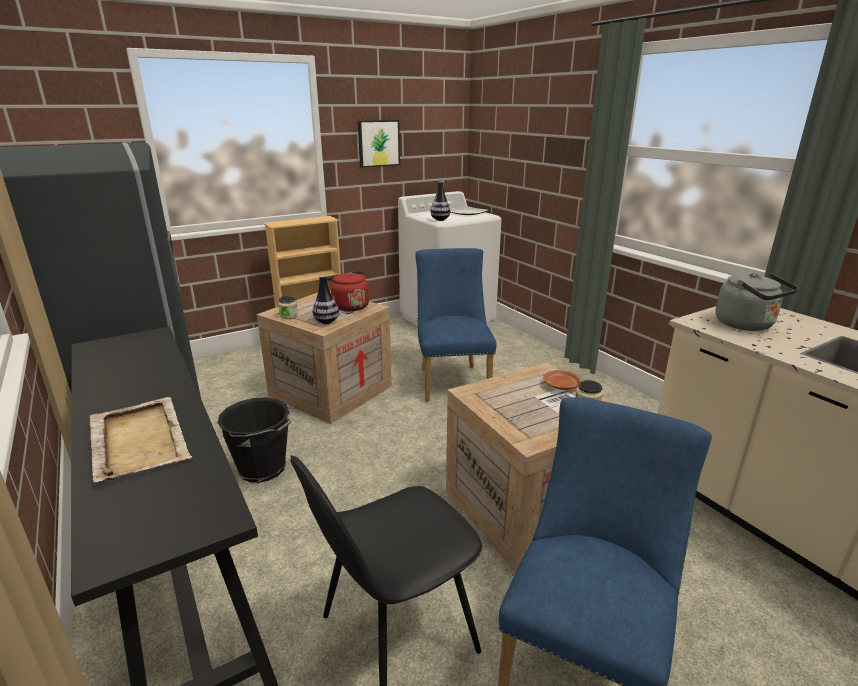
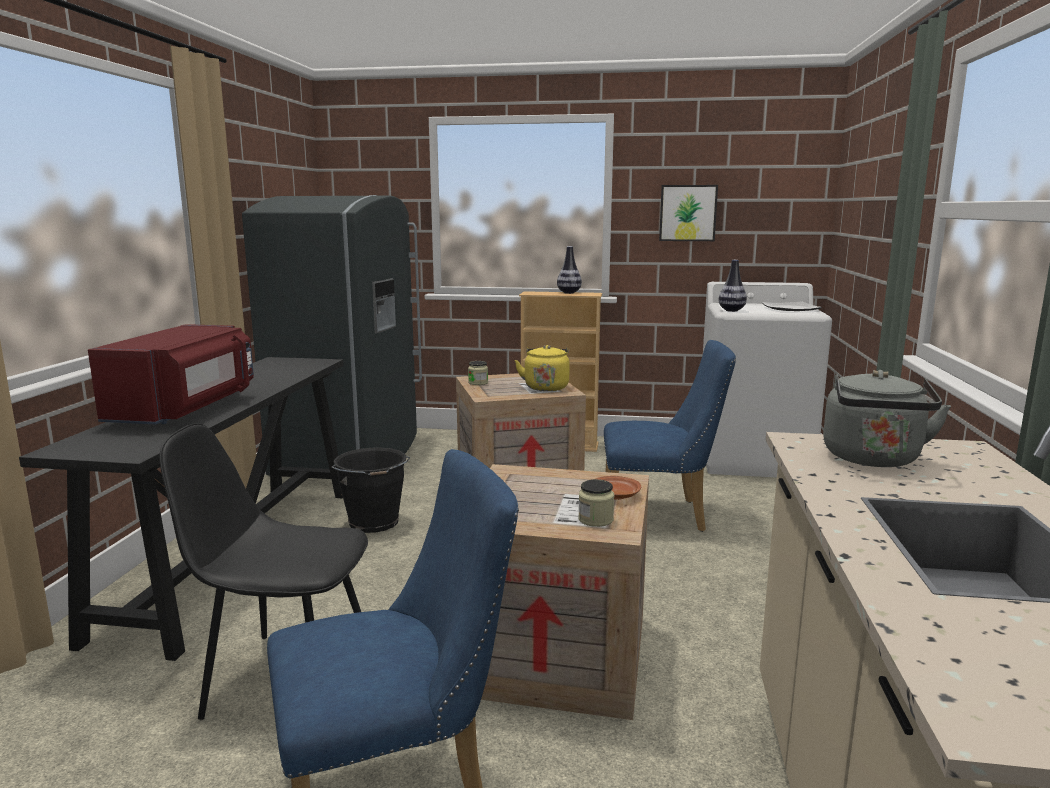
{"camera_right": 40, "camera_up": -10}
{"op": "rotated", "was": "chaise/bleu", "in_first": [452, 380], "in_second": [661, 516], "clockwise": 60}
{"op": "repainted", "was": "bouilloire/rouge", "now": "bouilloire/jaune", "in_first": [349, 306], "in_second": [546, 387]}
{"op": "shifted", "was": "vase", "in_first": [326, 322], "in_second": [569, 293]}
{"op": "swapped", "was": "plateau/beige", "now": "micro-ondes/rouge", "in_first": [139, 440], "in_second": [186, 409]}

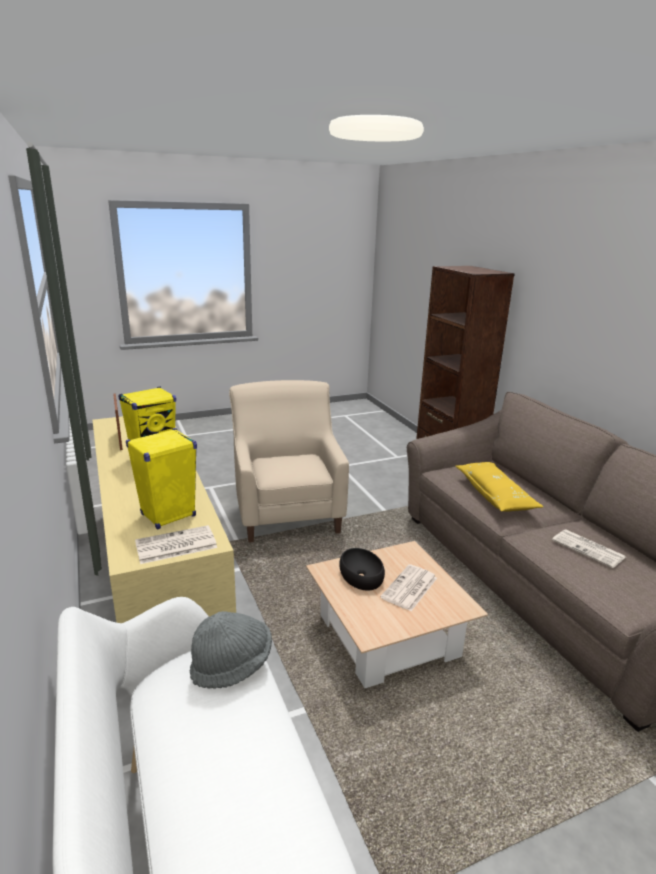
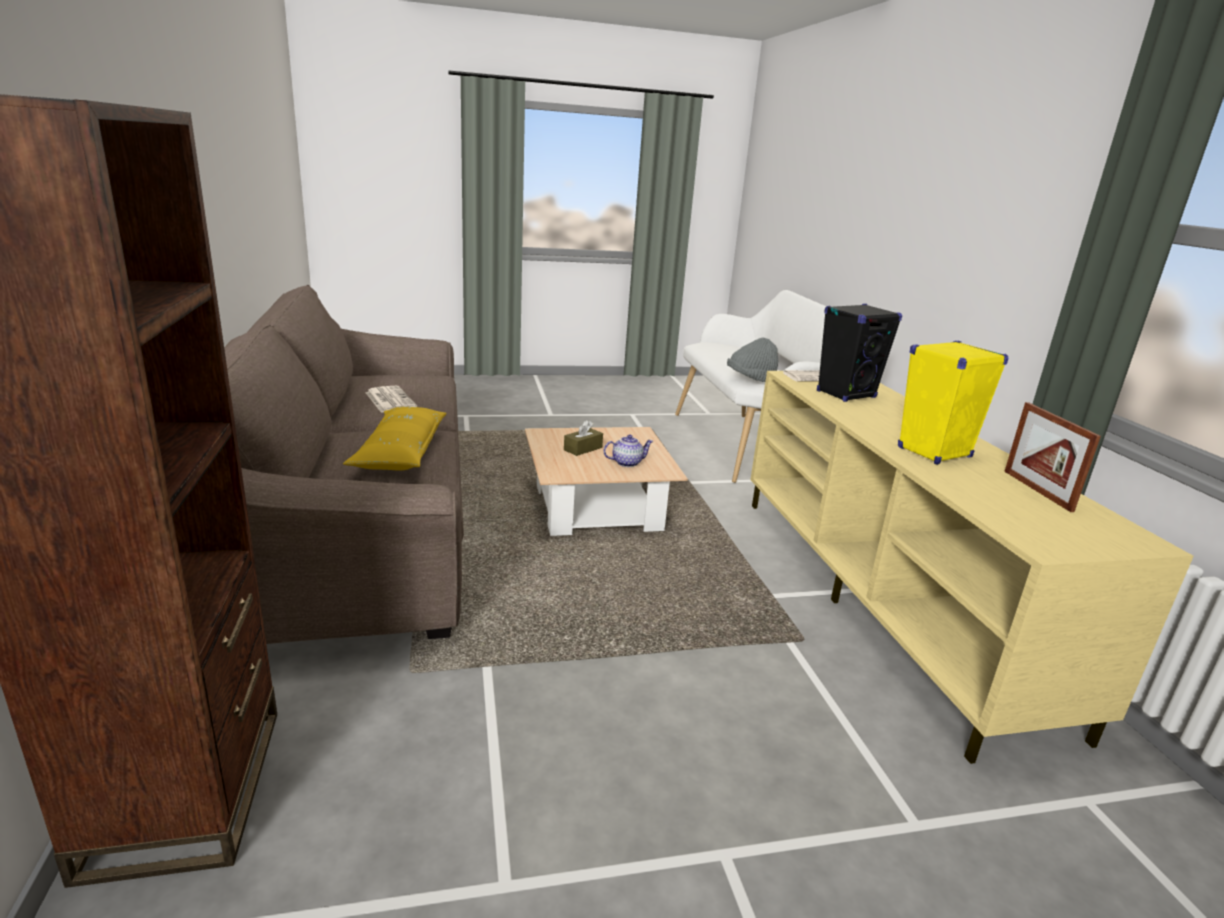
{"camera_right": -170, "camera_up": 0}
{"op": "gone", "was": "fauteuil/beige", "in_first": [286, 510]}
{"op": "repainted", "was": "enceinte/jaune", "now": "enceinte/noir", "in_first": [168, 515], "in_second": [846, 394]}
{"op": "swapped", "was": "bol/noir", "now": "théière", "in_first": [362, 575], "in_second": [627, 463]}
{"op": "swapped", "was": "journal", "now": "boîte à mouchoirs/marron", "in_first": [409, 588], "in_second": [583, 449]}

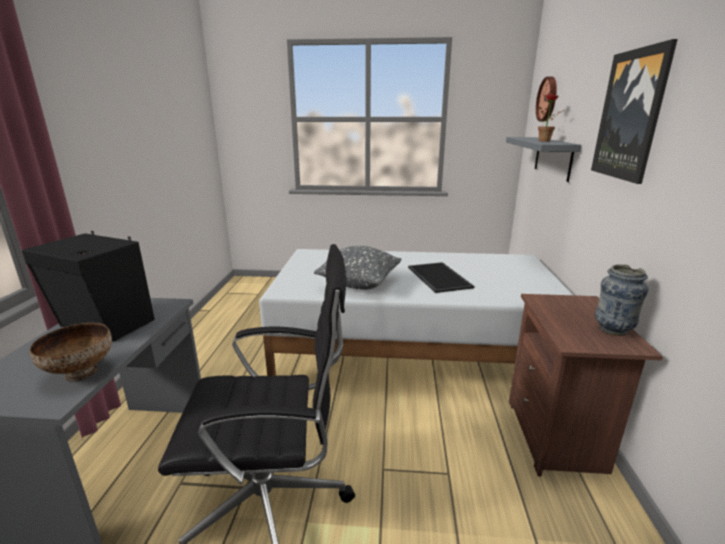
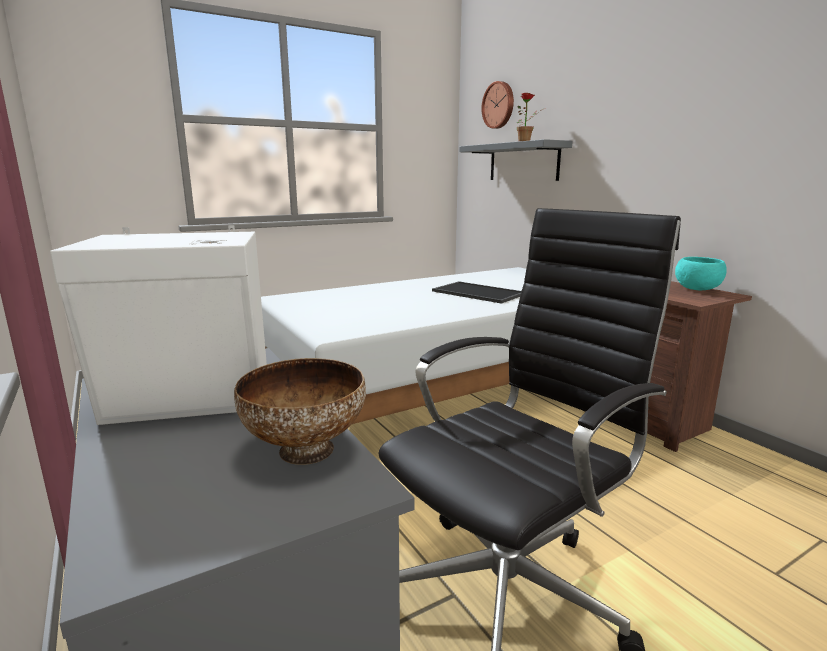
{"camera_right": -35, "camera_up": -5}
{"op": "gone", "was": "tableau", "in_first": [630, 115]}
{"op": "repainted", "was": "enceinte/noir", "now": "enceinte/blanc", "in_first": [105, 325], "in_second": [193, 401]}
{"op": "gone", "was": "coussin/gris", "in_first": [359, 283]}
{"op": "swapped", "was": "vase", "now": "bol/turquoise", "in_first": [612, 330], "in_second": [697, 289]}

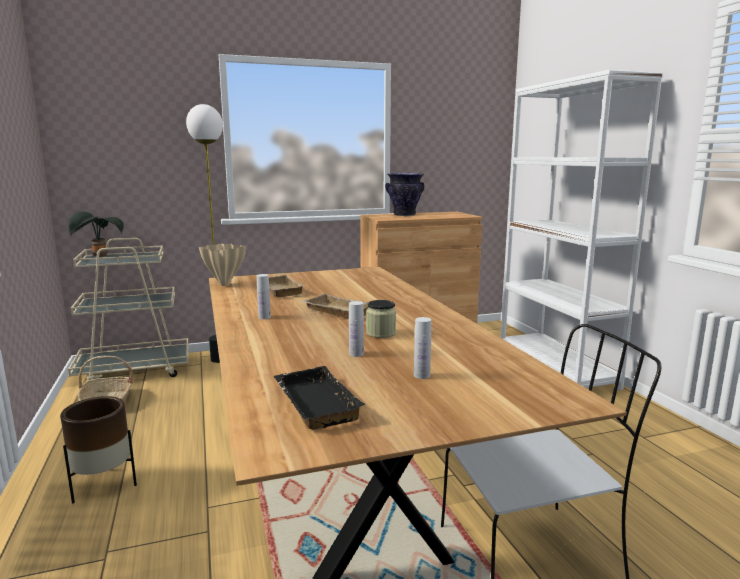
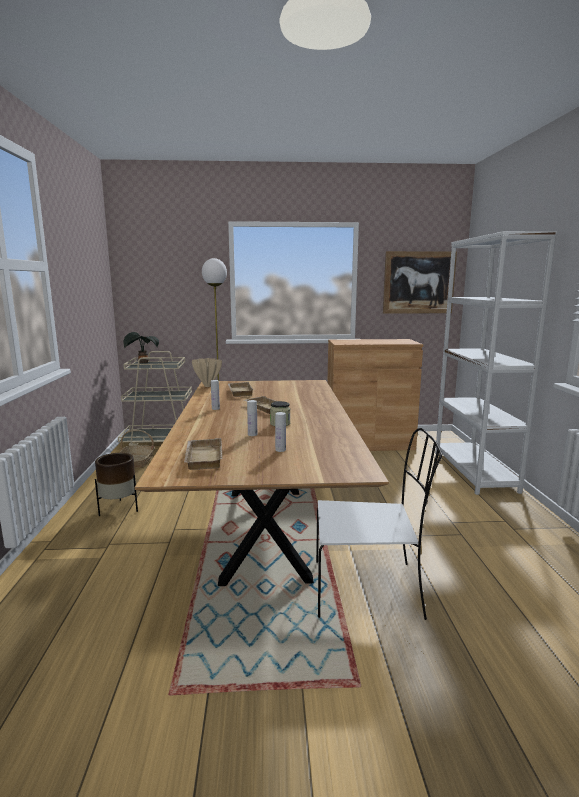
{"camera_right": 15, "camera_up": 0}
{"op": "gone", "was": "vase", "in_first": [404, 215]}
{"op": "repainted", "was": "plateau/noir", "now": "plateau/beige", "in_first": [312, 403], "in_second": [202, 457]}
{"op": "new", "now": "tableau", "in_second": [418, 282]}

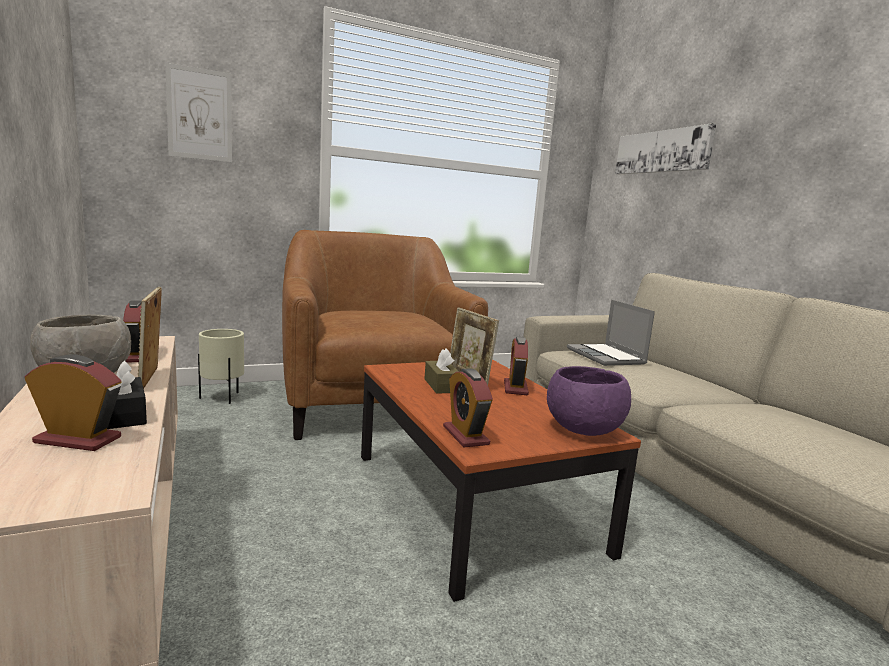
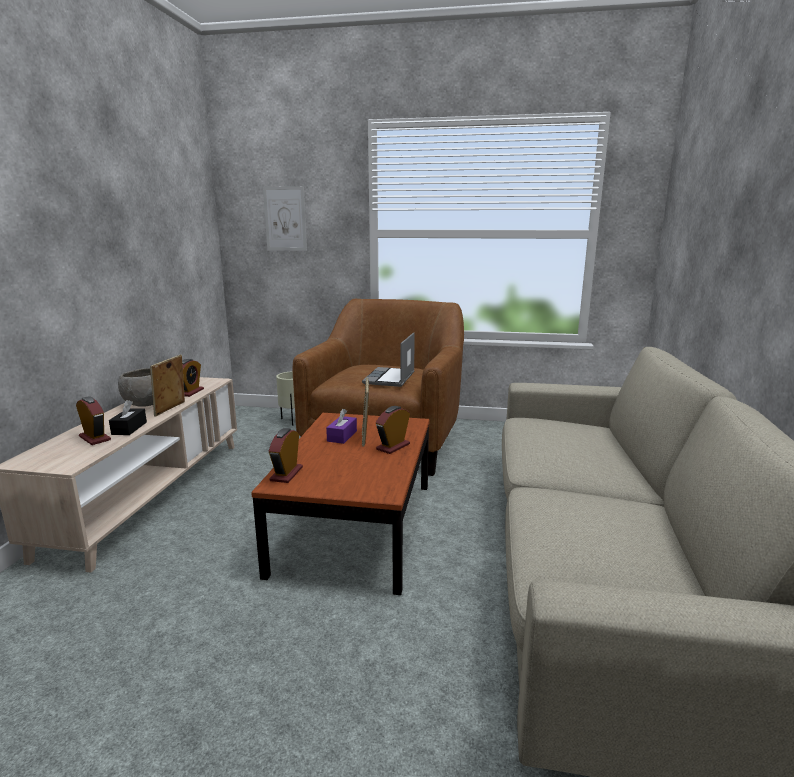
{"camera_right": 35, "camera_up": 5}
{"op": "gone", "was": "tableau", "in_first": [662, 151]}
{"op": "shifted", "was": "ordinateur portable", "in_first": [607, 356], "in_second": [390, 378]}
{"op": "repainted", "was": "boîte à mouchoirs/marron", "now": "boîte à mouchoirs/violet", "in_first": [441, 386], "in_second": [342, 436]}
{"op": "gone", "was": "bol/violet", "in_first": [584, 430]}

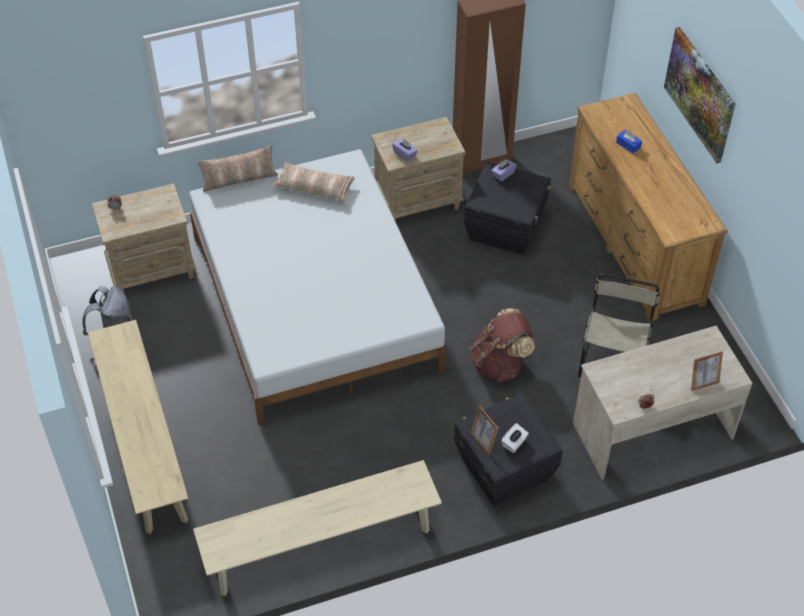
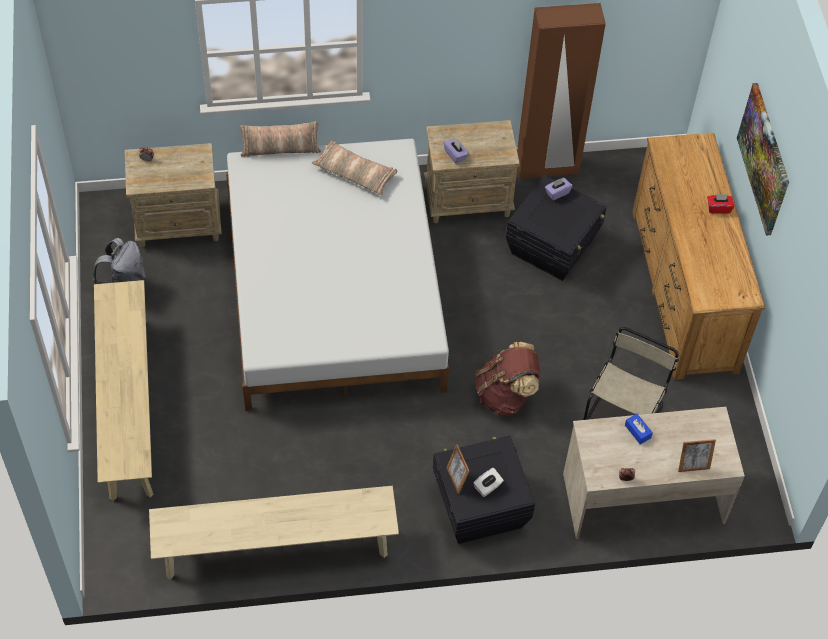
{"camera_right": 10, "camera_up": 5}
{"op": "shifted", "was": "boîte à mouchoirs/bleu", "in_first": [628, 145], "in_second": [637, 431]}
{"op": "new", "now": "boîte à mouchoirs/rouge", "in_second": [718, 208]}

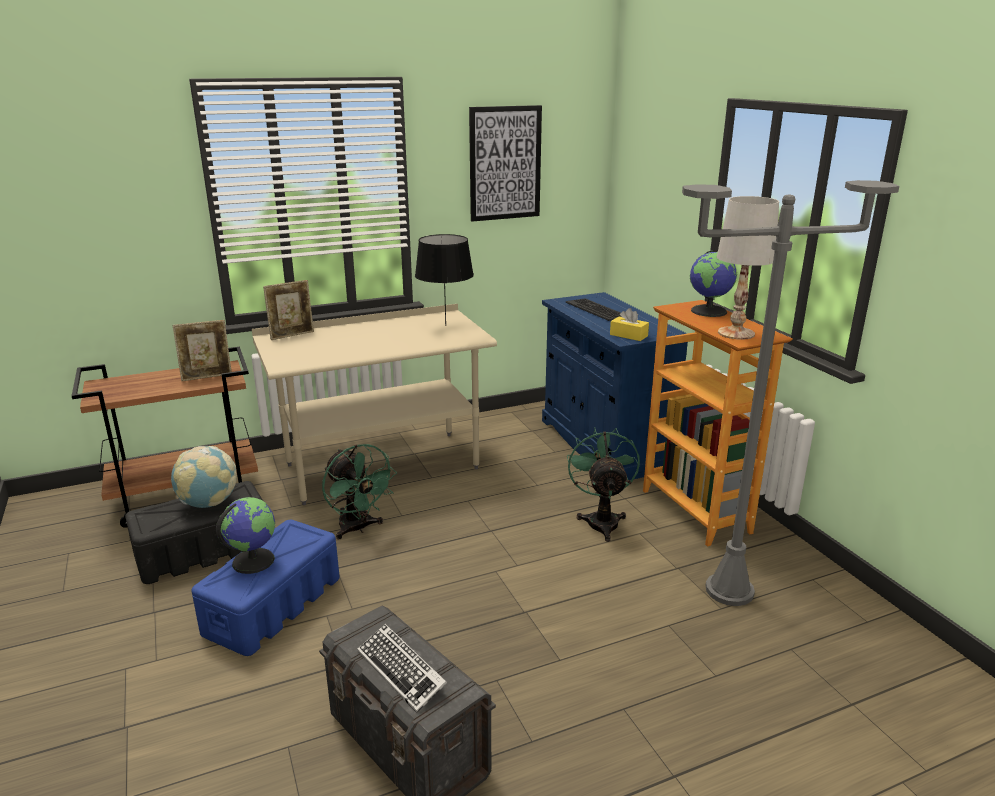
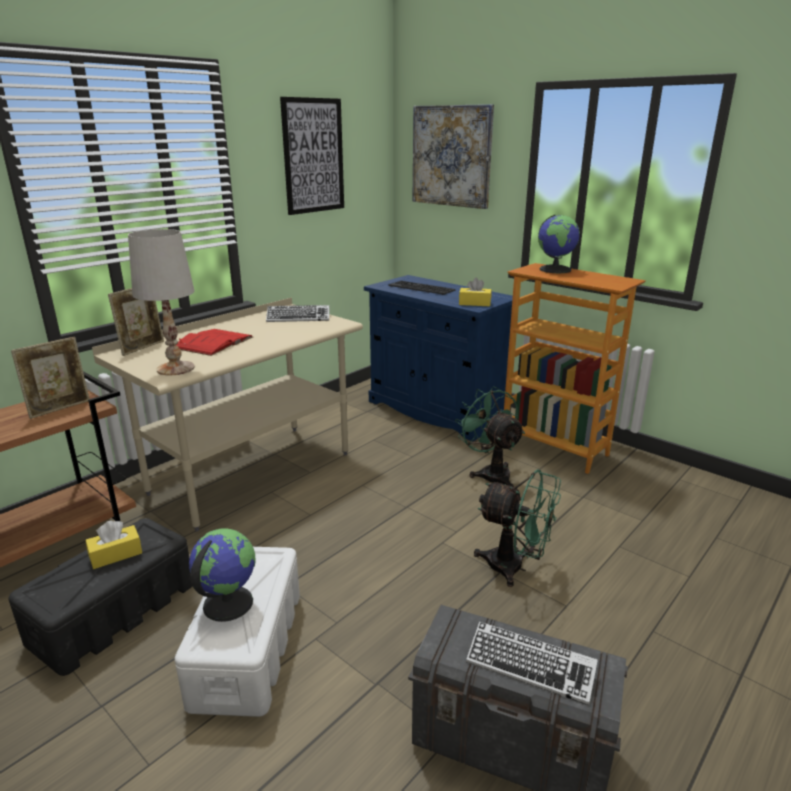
{"camera_right": -25, "camera_up": 0}
{"op": "gone", "was": "lampadaire/gris", "in_first": [730, 590]}
{"op": "shifted", "was": "lampe de table/blanc", "in_first": [736, 333], "in_second": [176, 368]}
{"op": "swapped", "was": "lampe de table/noir", "now": "clavier", "in_first": [446, 326], "in_second": [298, 318]}
{"op": "shifted", "was": "ventilateur/vert", "in_first": [358, 528], "in_second": [515, 568]}
{"op": "swapped", "was": "globe", "now": "boîte à mouchoirs/jaune", "in_first": [208, 503], "in_second": [116, 554]}
{"op": "repainted", "was": "boîte de rangement/bleu", "now": "boîte de rangement/blanc", "in_first": [273, 606], "in_second": [247, 649]}
{"op": "new", "now": "tableau", "in_second": [451, 156]}
{"op": "new", "now": "livre/rouge", "in_second": [213, 342]}

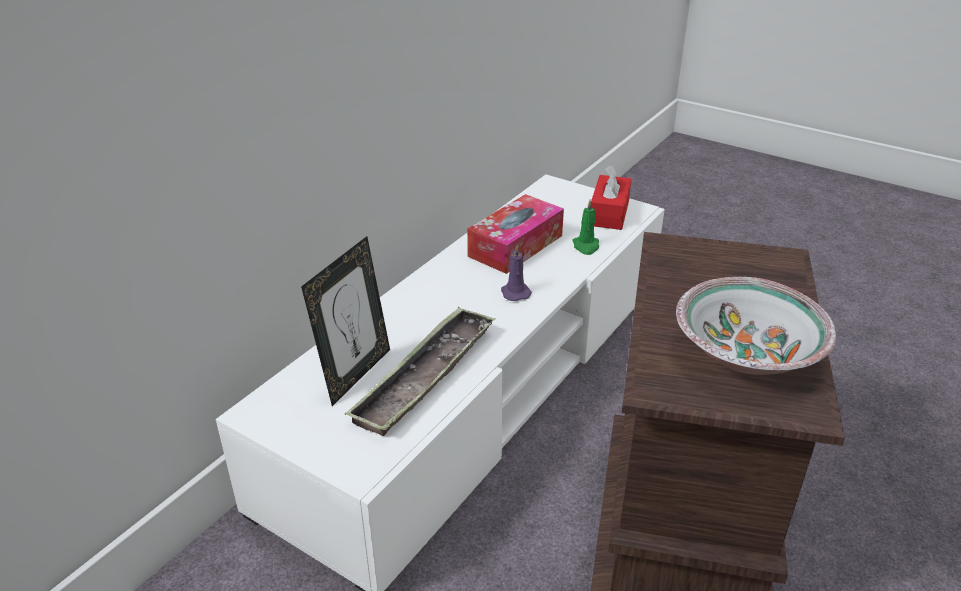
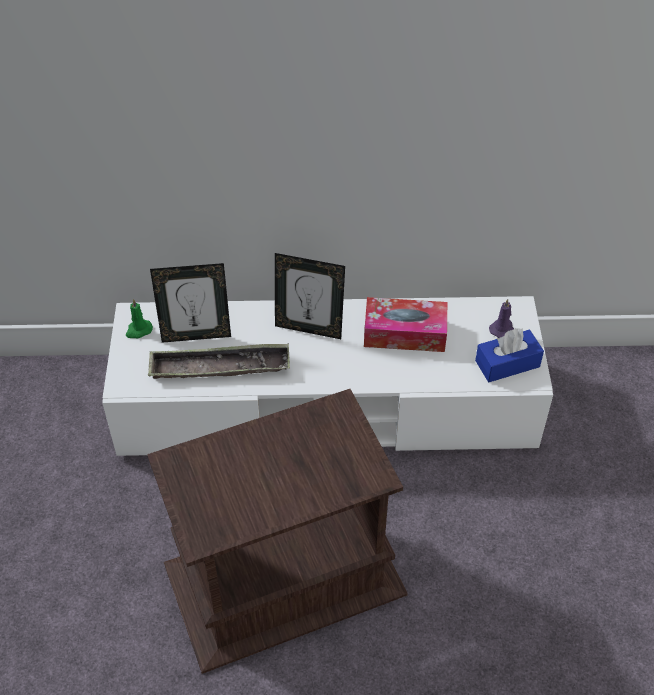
{"camera_right": 55, "camera_up": 15}
{"op": "repainted", "was": "boîte à mouchoirs/rouge", "now": "boîte à mouchoirs/bleu", "in_first": [609, 213], "in_second": [507, 364]}
{"op": "shifted", "was": "bougie/vert", "in_first": [586, 246], "in_second": [138, 330]}
{"op": "shifted", "was": "bougie/violet", "in_first": [515, 292], "in_second": [502, 329]}
{"op": "gone", "was": "bol", "in_first": [746, 352]}
{"op": "new", "now": "cadre photo", "in_second": [309, 328]}

